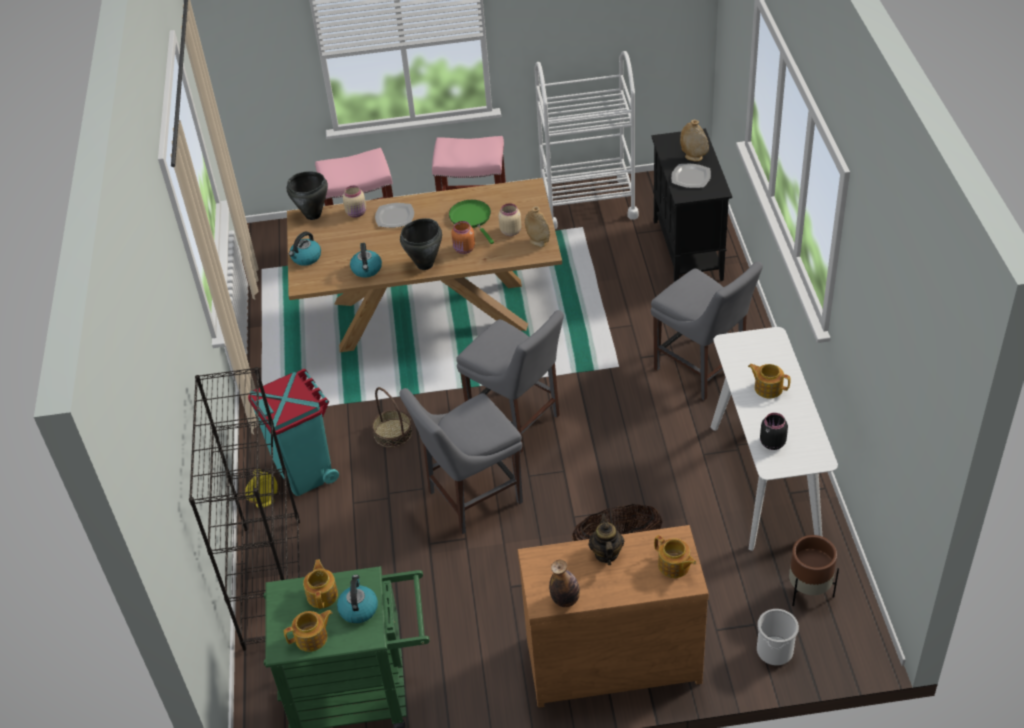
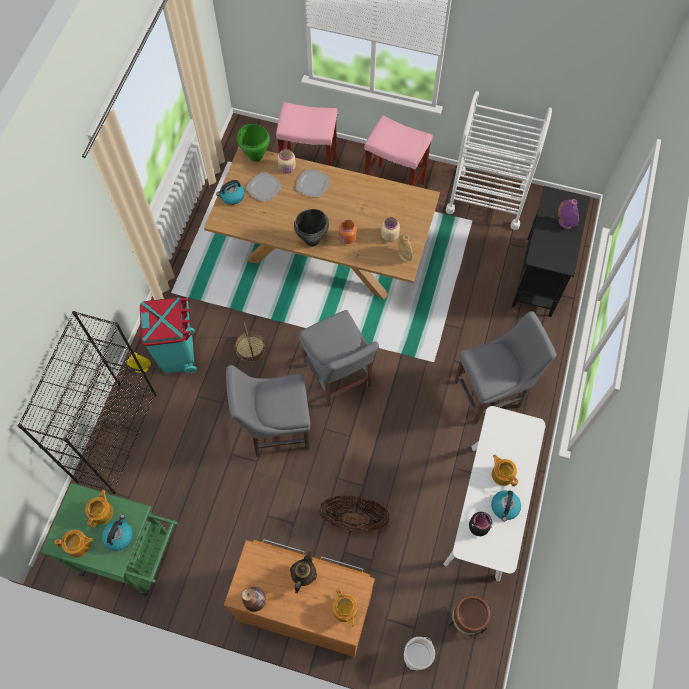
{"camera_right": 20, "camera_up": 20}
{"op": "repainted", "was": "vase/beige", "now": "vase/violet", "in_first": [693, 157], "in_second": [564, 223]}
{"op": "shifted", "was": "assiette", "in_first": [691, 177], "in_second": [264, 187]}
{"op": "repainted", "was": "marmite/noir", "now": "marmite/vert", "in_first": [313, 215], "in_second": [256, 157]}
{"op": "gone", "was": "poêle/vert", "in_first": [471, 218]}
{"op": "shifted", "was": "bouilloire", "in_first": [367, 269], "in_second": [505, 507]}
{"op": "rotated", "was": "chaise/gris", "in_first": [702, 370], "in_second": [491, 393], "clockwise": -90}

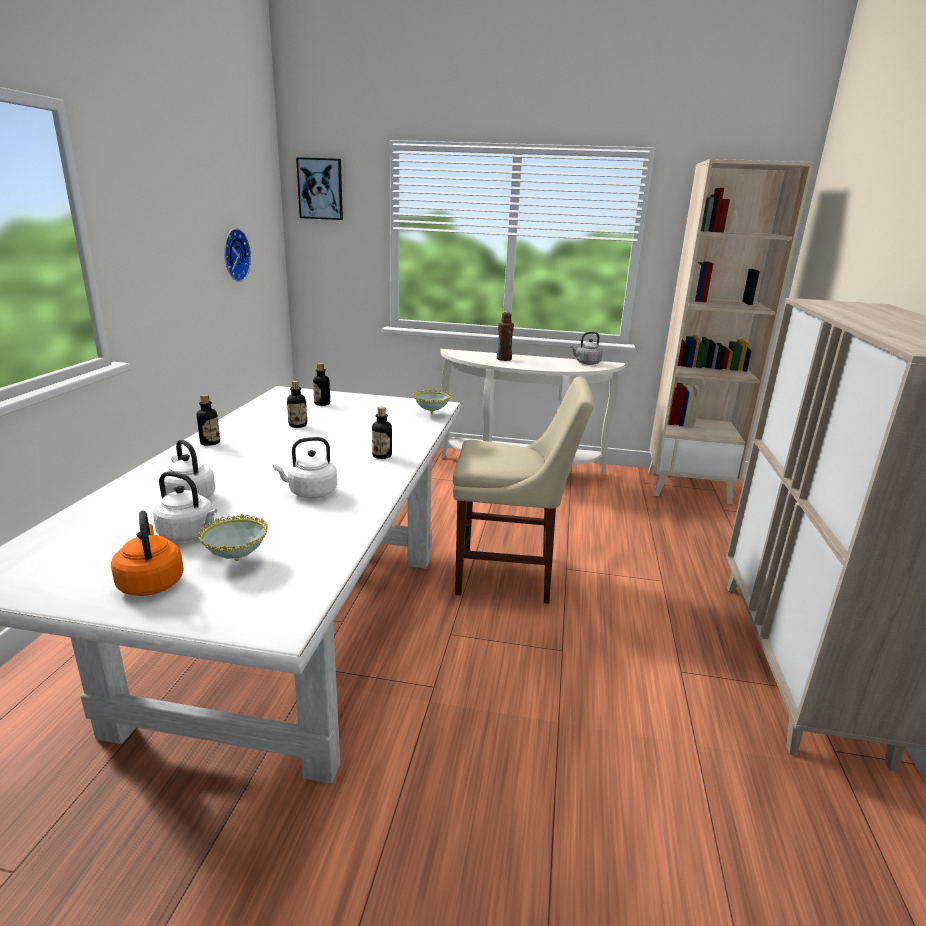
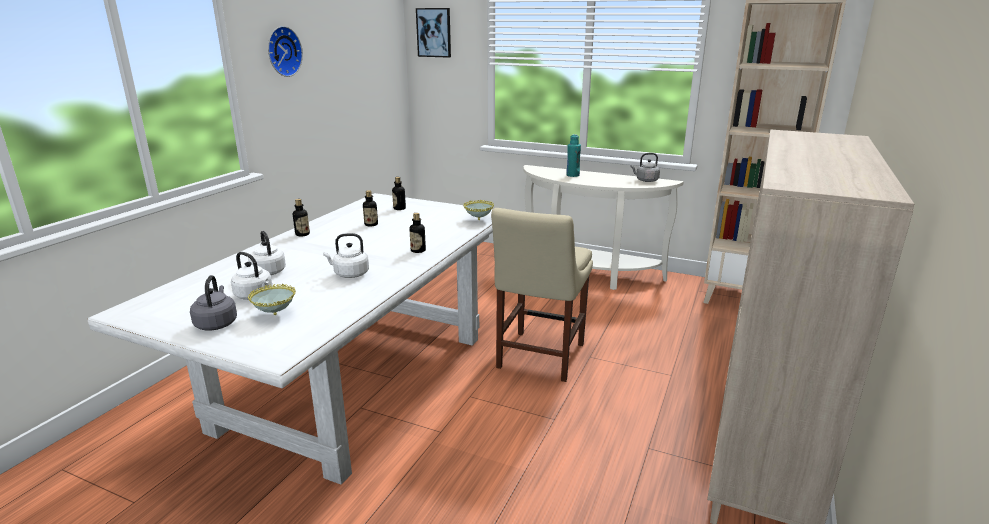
{"camera_right": 15, "camera_up": 0}
{"op": "shifted", "was": "horloge murale", "in_first": [234, 255], "in_second": [282, 51]}
{"op": "repainted", "was": "bouteille/marron", "now": "bouteille/turquoise", "in_first": [504, 359], "in_second": [572, 175]}
{"op": "rotated", "was": "chaise/beige", "in_first": [510, 576], "in_second": [538, 358], "clockwise": 90}
{"op": "repainted", "was": "bouilloire/orange", "now": "bouilloire/gris", "in_first": [151, 582], "in_second": [217, 323]}

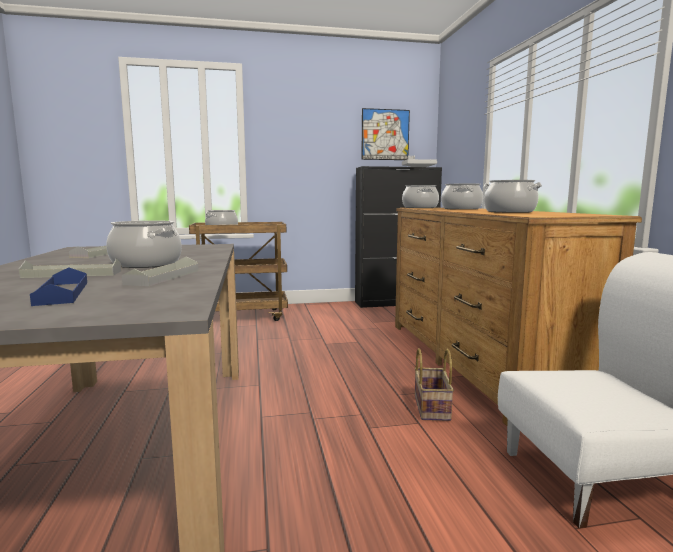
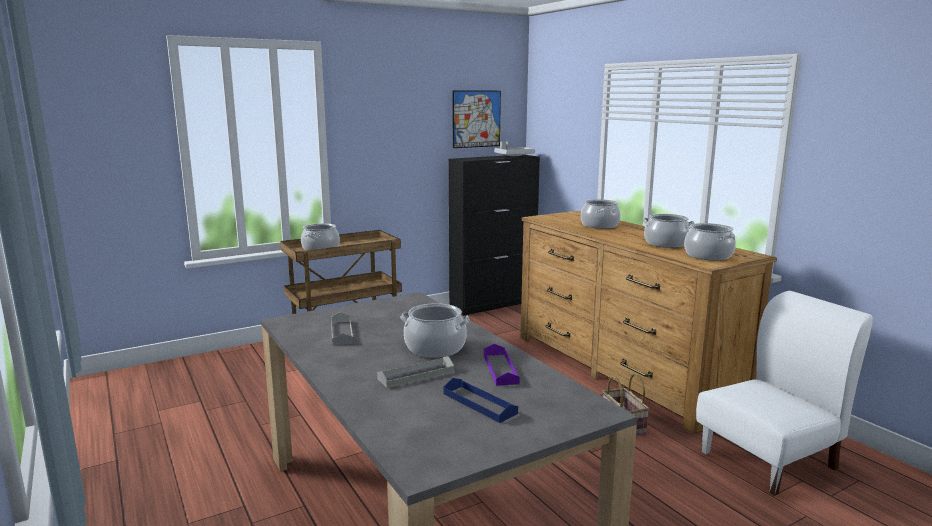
{"camera_right": -20, "camera_up": 5}
{"op": "shifted", "was": "marmite", "in_first": [419, 207], "in_second": [708, 256]}
{"op": "repainted", "was": "plateau/gris", "now": "plateau/violet", "in_first": [163, 277], "in_second": [500, 369]}

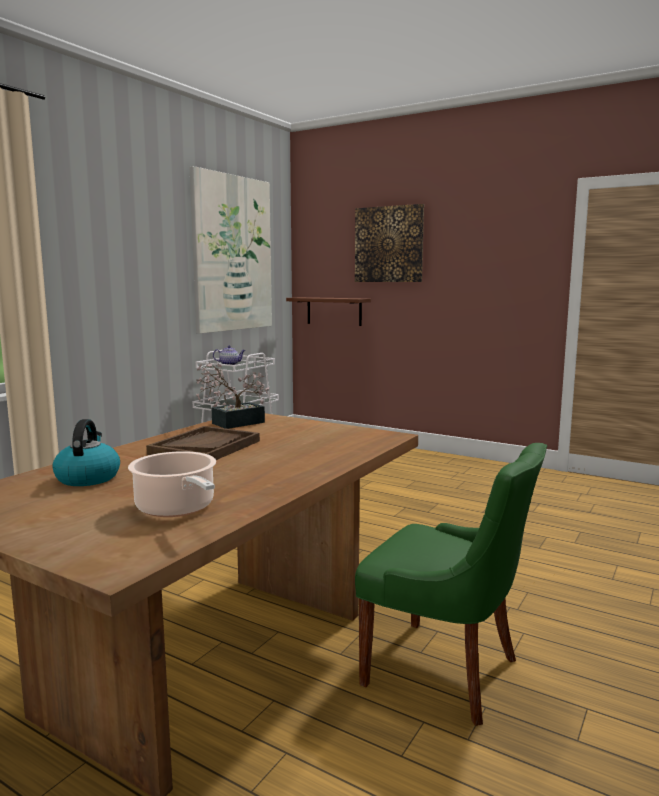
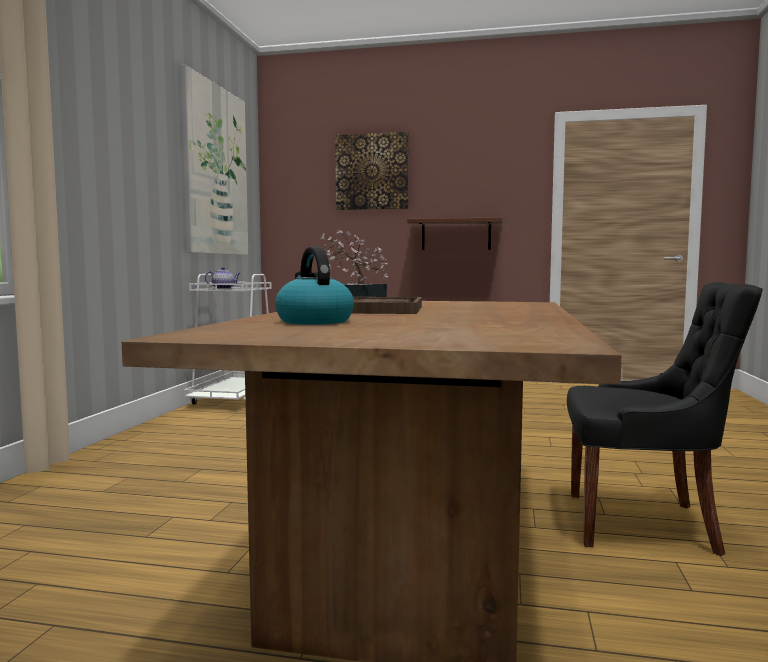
{"camera_right": -20, "camera_up": -5}
{"op": "shifted", "was": "étagère/marron", "in_first": [334, 311], "in_second": [456, 235]}
{"op": "repainted", "was": "chaise/vert", "now": "chaise/noir", "in_first": [445, 671], "in_second": [644, 524]}
{"op": "gone", "was": "marmite", "in_first": [177, 508]}

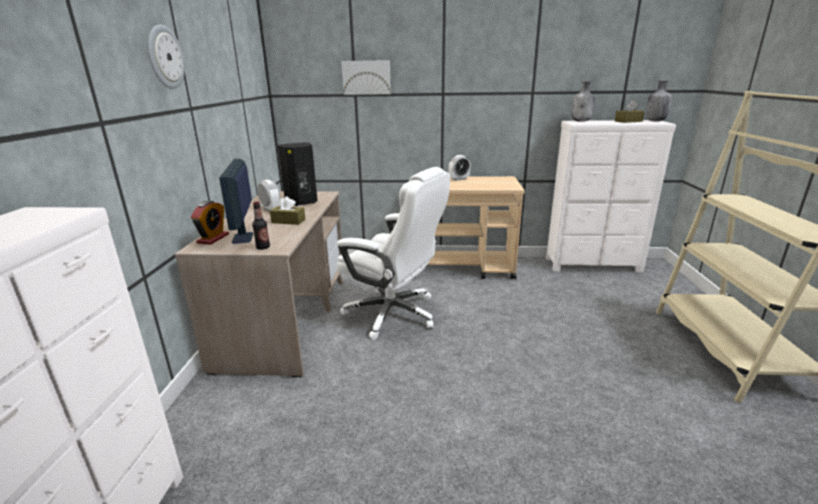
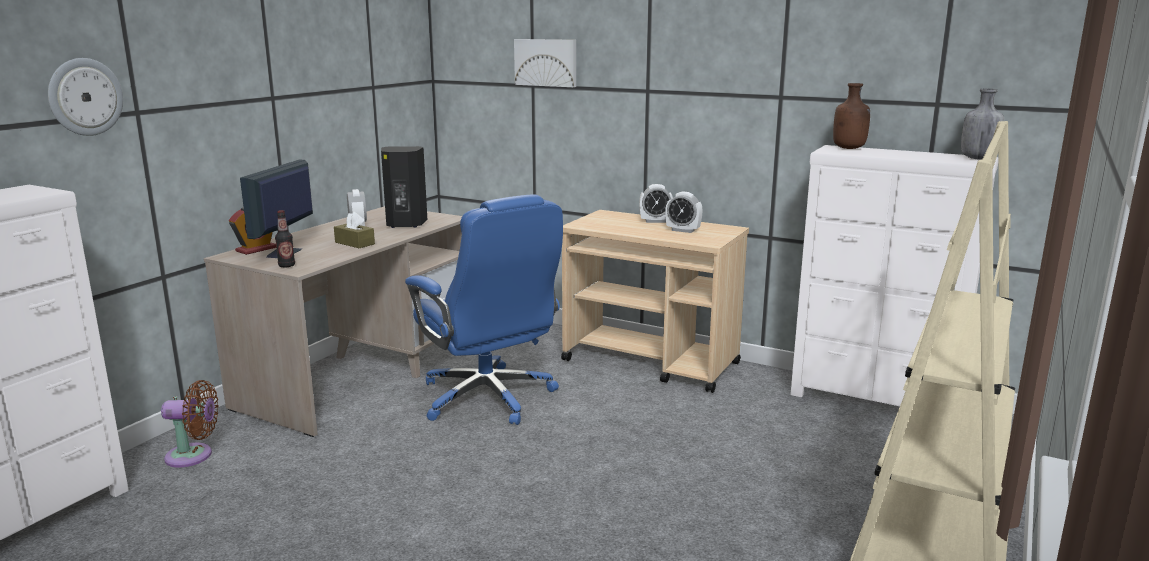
{"camera_right": 25, "camera_up": -5}
{"op": "shifted", "was": "horloge murale", "in_first": [165, 57], "in_second": [85, 97]}
{"op": "repainted", "was": "bouteille/gris", "now": "bouteille/marron", "in_first": [581, 121], "in_second": [849, 148]}
{"op": "gone", "was": "boîte à mouchoirs/marron", "in_first": [628, 121]}
{"op": "repainted", "was": "chaise de bureau/blanc", "now": "chaise de bureau/bleu", "in_first": [393, 314], "in_second": [488, 398]}
{"op": "new", "now": "réveil", "in_second": [683, 230]}
{"op": "new", "now": "ventilateur/marron", "in_second": [193, 456]}

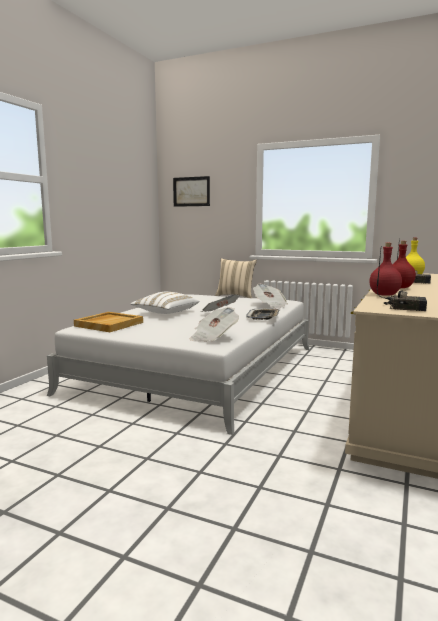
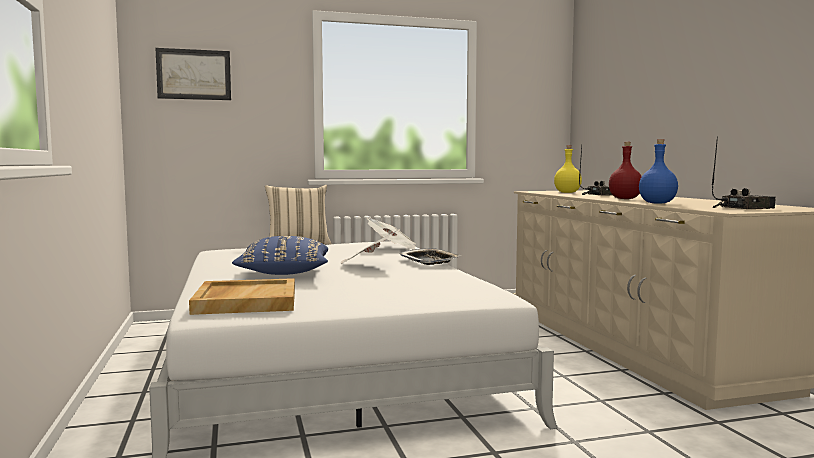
{"camera_right": -40, "camera_up": -5}
{"op": "repainted", "was": "bouteille/rouge", "now": "bouteille/bleu", "in_first": [384, 295], "in_second": [658, 203]}
{"op": "repainted", "was": "coussin/blanc", "now": "coussin/bleu", "in_first": [165, 313], "in_second": [284, 273]}
{"op": "gone", "was": "journal", "in_first": [213, 337]}

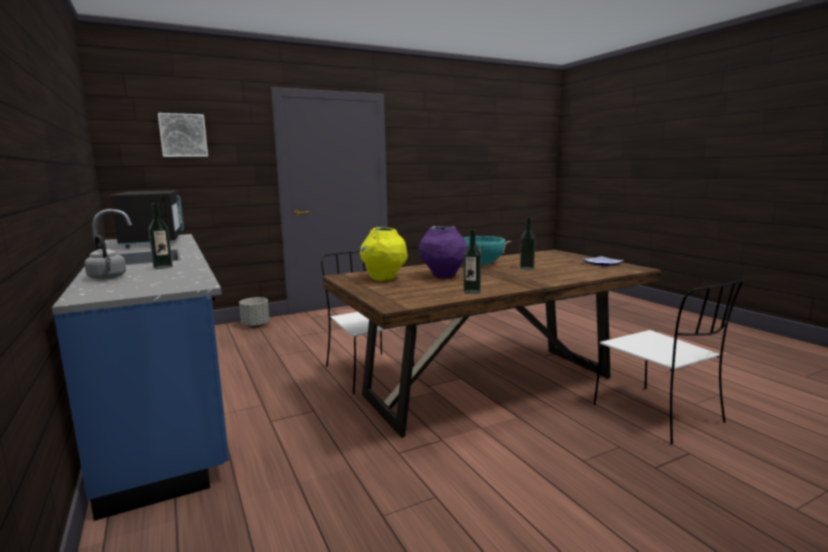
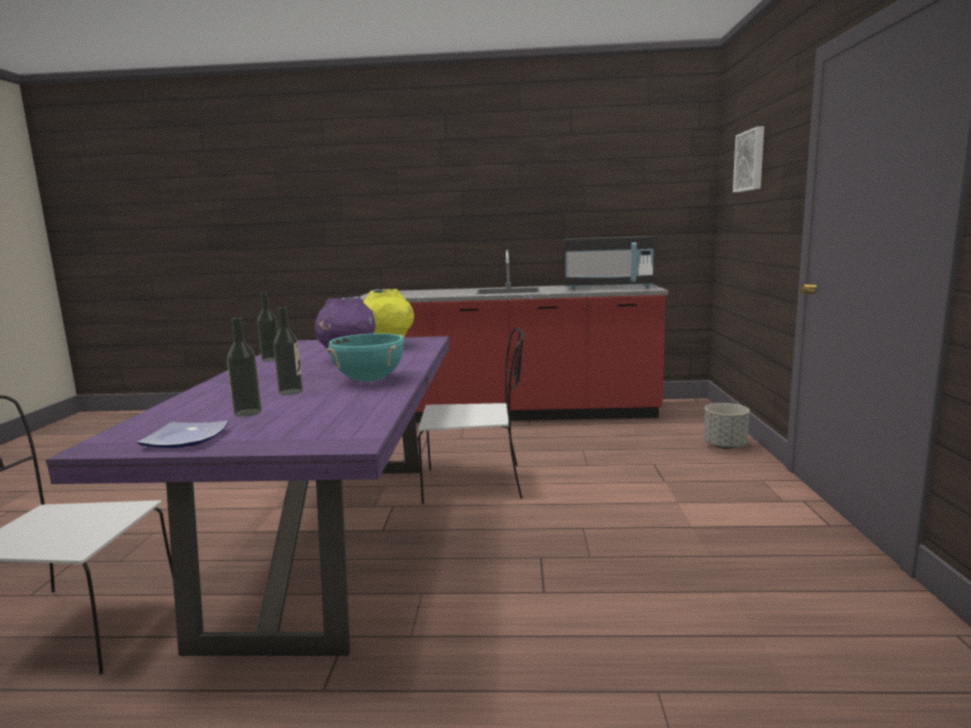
{"camera_right": 120, "camera_up": 0}
{"op": "shifted", "was": "bouteille", "in_first": [163, 267], "in_second": [248, 413]}
{"op": "repainted", "was": "comptoir de cuisine/bleu", "now": "comptoir de cuisine/rouge", "in_first": [166, 401], "in_second": [511, 414]}
{"op": "gone", "was": "bouilloire/gris", "in_first": [107, 278]}
{"op": "repainted", "was": "table à manger/marron", "now": "table à manger/violet", "in_first": [490, 386], "in_second": [332, 540]}

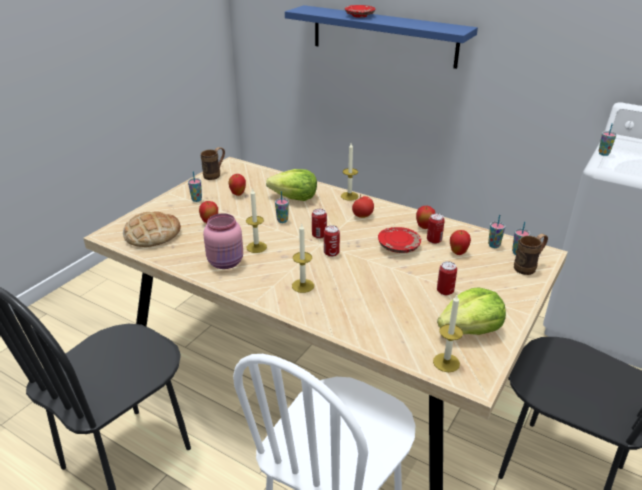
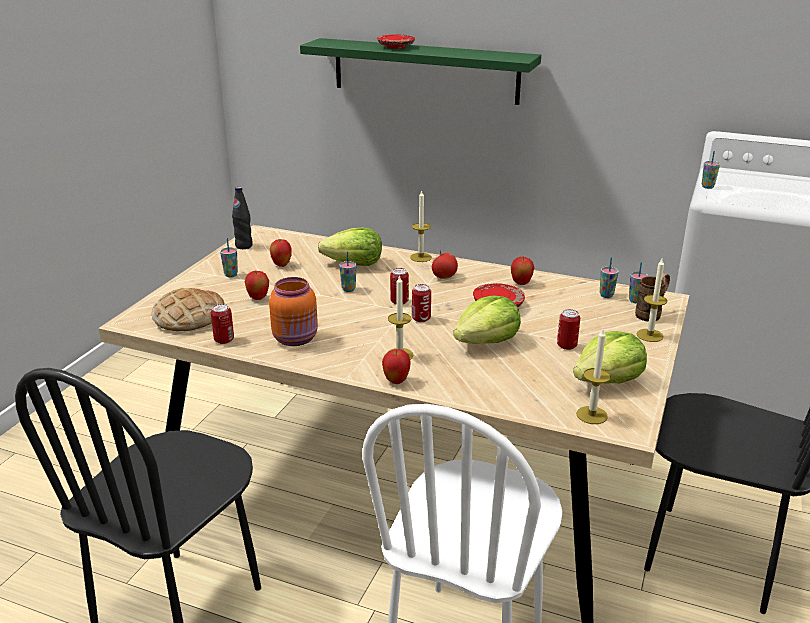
{"camera_right": -10, "camera_up": -5}
{"op": "repainted", "was": "étagère/bleu", "now": "étagère/vert", "in_first": [383, 36], "in_second": [425, 71]}
{"op": "swapped", "was": "mug/marron", "now": "bouteille/noir", "in_first": [215, 175], "in_second": [244, 246]}
{"op": "shifted", "was": "bougie", "in_first": [256, 247], "in_second": [649, 335]}
{"op": "repainted", "was": "bocal/rose", "now": "bocal/orange", "in_first": [226, 262], "in_second": [296, 339]}
{"op": "shifted", "was": "boîte métallique", "in_first": [434, 240], "in_second": [224, 340]}
{"op": "shifted", "was": "pomme", "in_first": [458, 253], "in_second": [396, 381]}
{"op": "new", "now": "laitue", "in_second": [487, 341]}

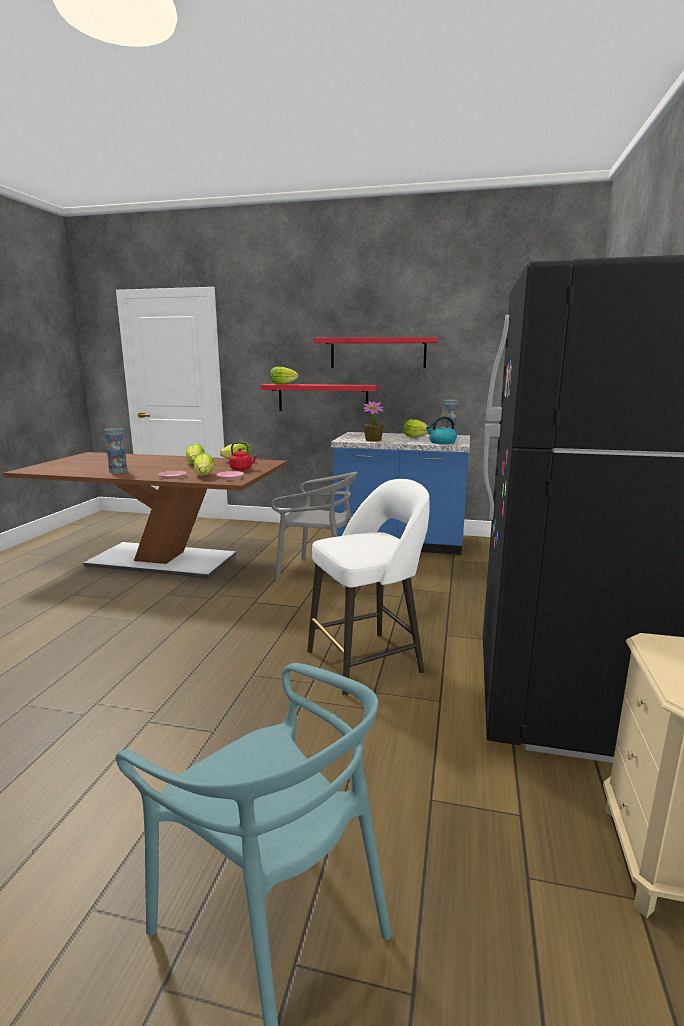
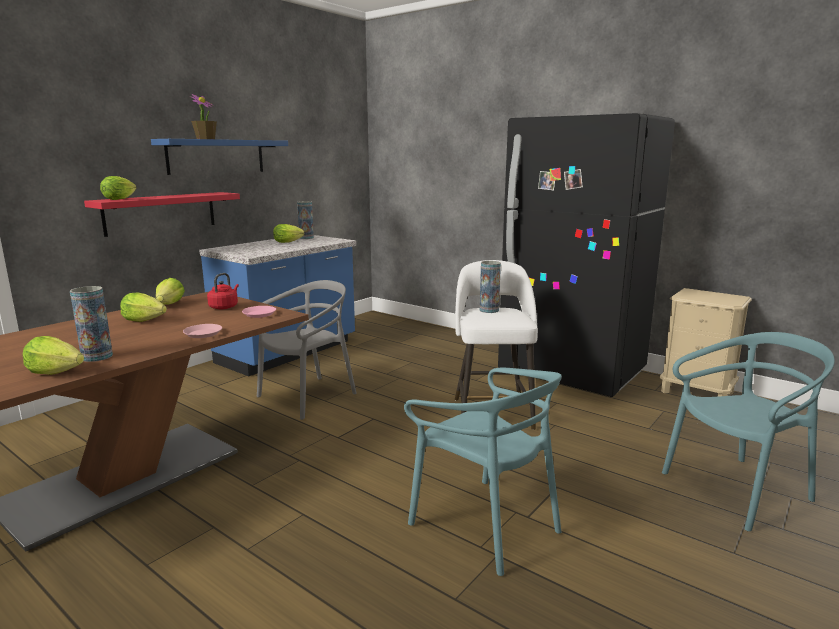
{"camera_right": -65, "camera_up": 0}
{"op": "repainted", "was": "étagère/rouge", "now": "étagère/bleu", "in_first": [378, 353], "in_second": [216, 156]}
{"op": "shifted", "was": "plante en pot", "in_first": [373, 440], "in_second": [205, 139]}
{"op": "gone", "was": "bouilloire", "in_first": [442, 442]}
{"op": "shifted", "was": "laitue", "in_first": [204, 476], "in_second": [55, 372]}
{"op": "new", "now": "vase", "in_second": [489, 310]}
{"op": "new", "now": "chaise/turquoise", "in_second": [485, 524]}

